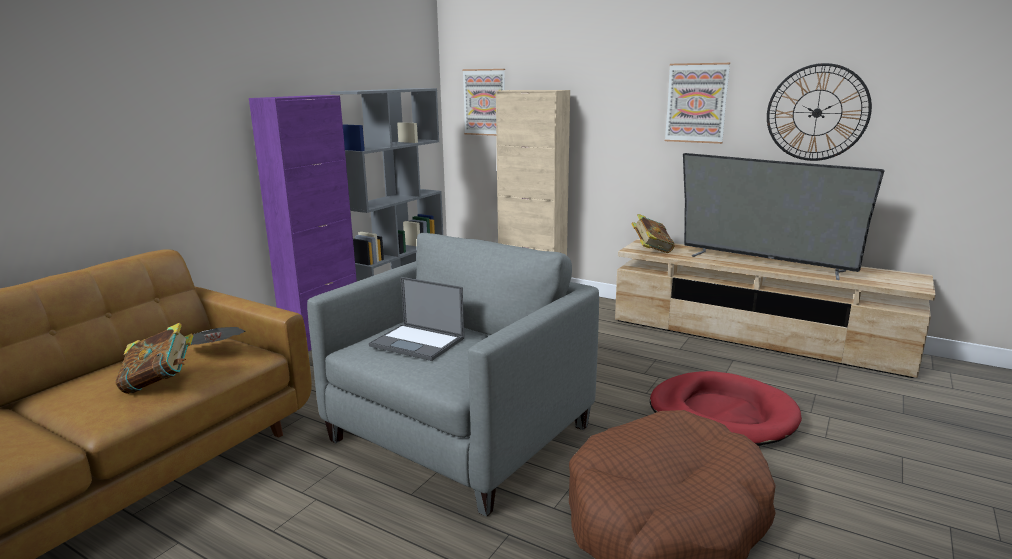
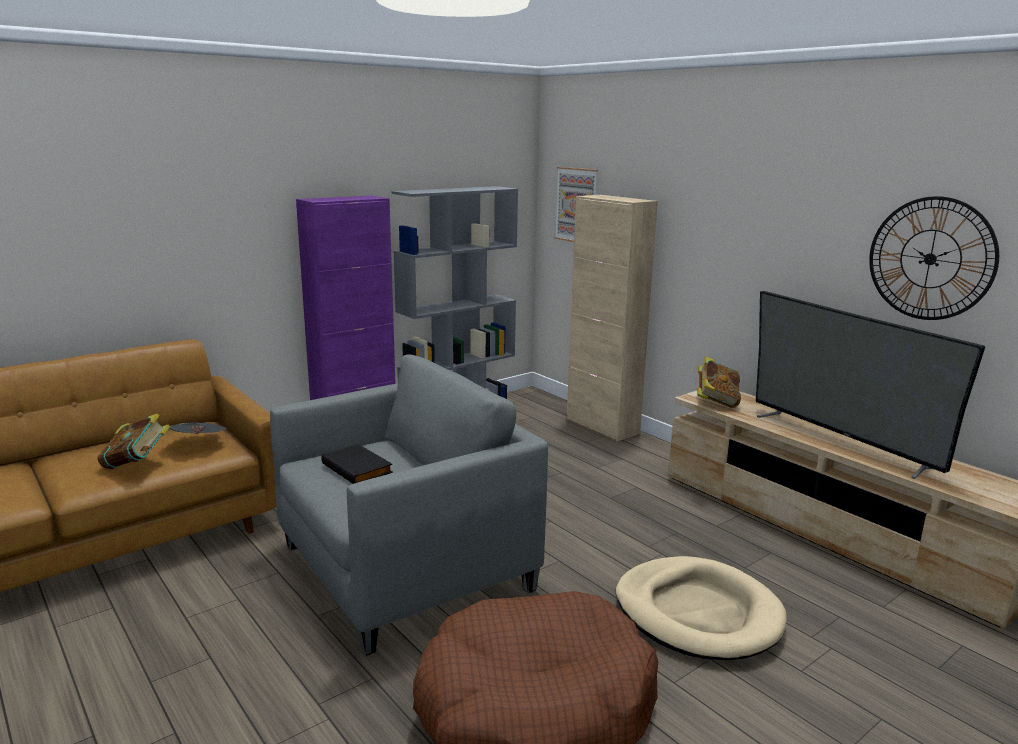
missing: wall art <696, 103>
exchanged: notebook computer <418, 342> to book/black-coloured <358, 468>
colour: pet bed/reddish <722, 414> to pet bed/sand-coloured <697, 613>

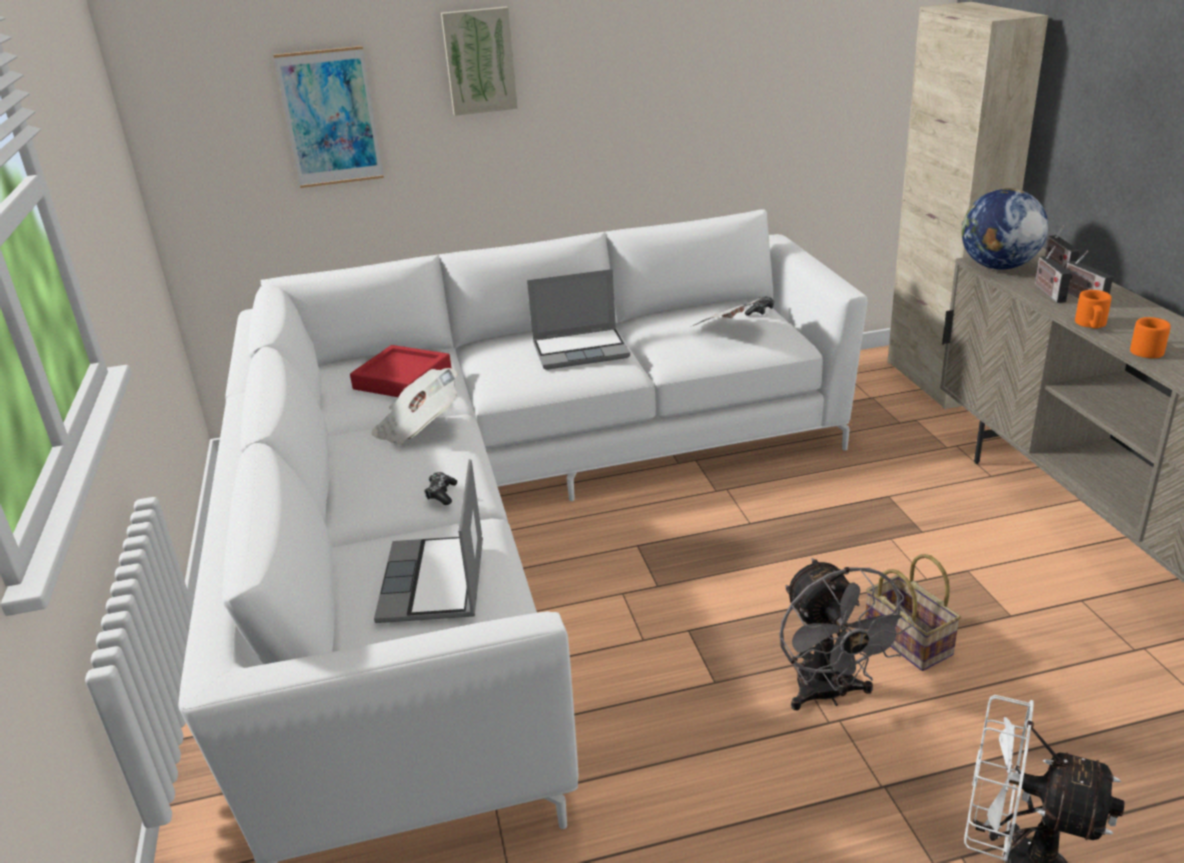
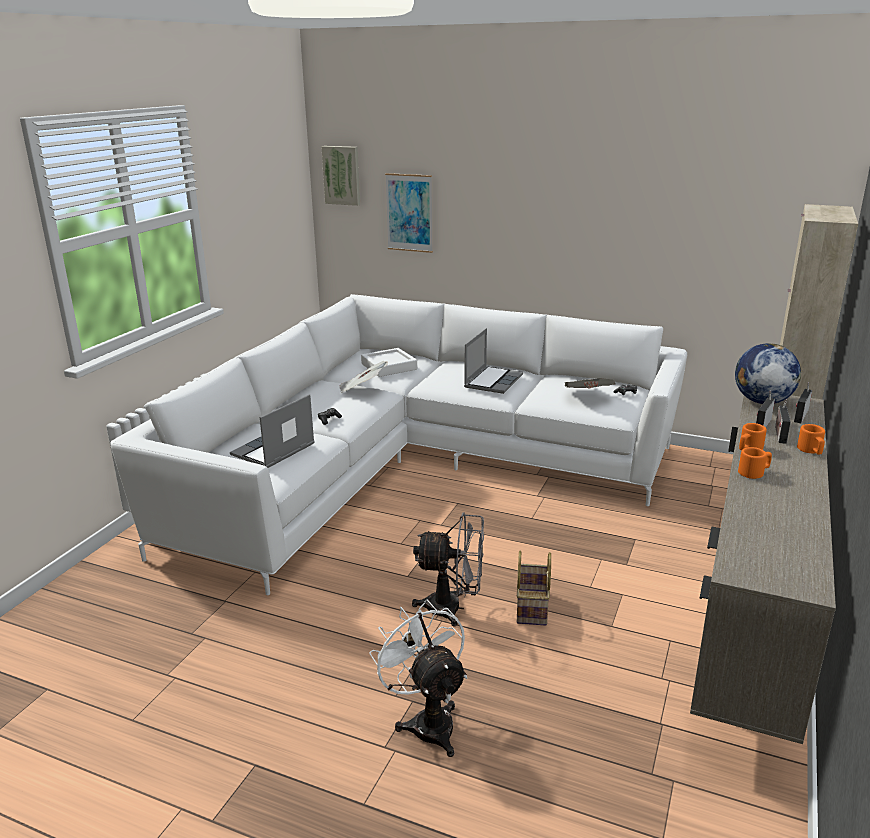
appeared: mug/orange <811, 451>
relocated: wall art <479, 61> to <342, 175>
colour: carrying tray/reddish <402, 379> to carrying tray/whitish <389, 366>
spun: notebook computer <581, 350> = <493, 381> 90 degrees counterclockwise; electric fan/greyish <829, 694> = <453, 608> 105 degrees counterclockwise

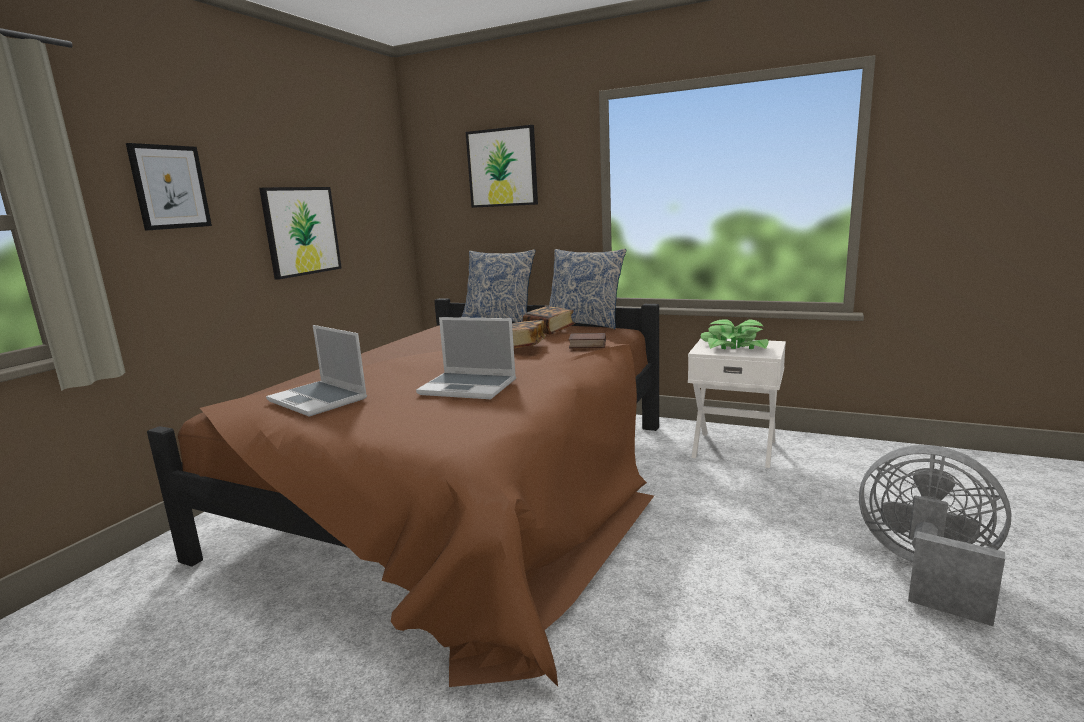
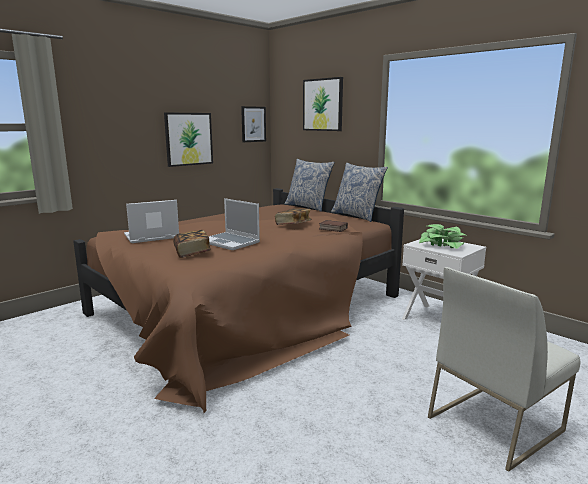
relocated: wall art <170, 187> to <253, 124>; book <549, 330> to <192, 253>
exchanged: electric fan/greyish <927, 572> to chair/whitish <494, 423>
spun: notebook computer <319, 400> = <151, 237> 90 degrees clockwise

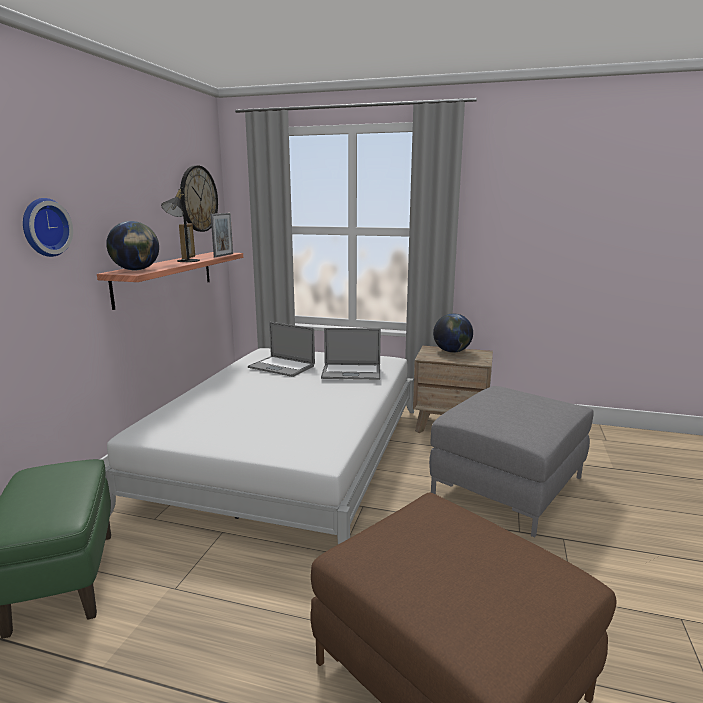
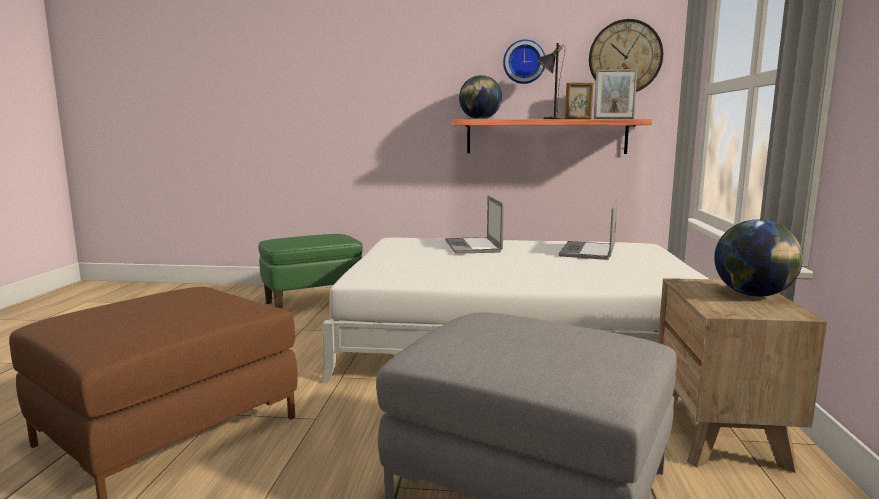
relocated: hanging clock <44, 227> to <524, 62>; notebook computer <351, 372> to <472, 246>

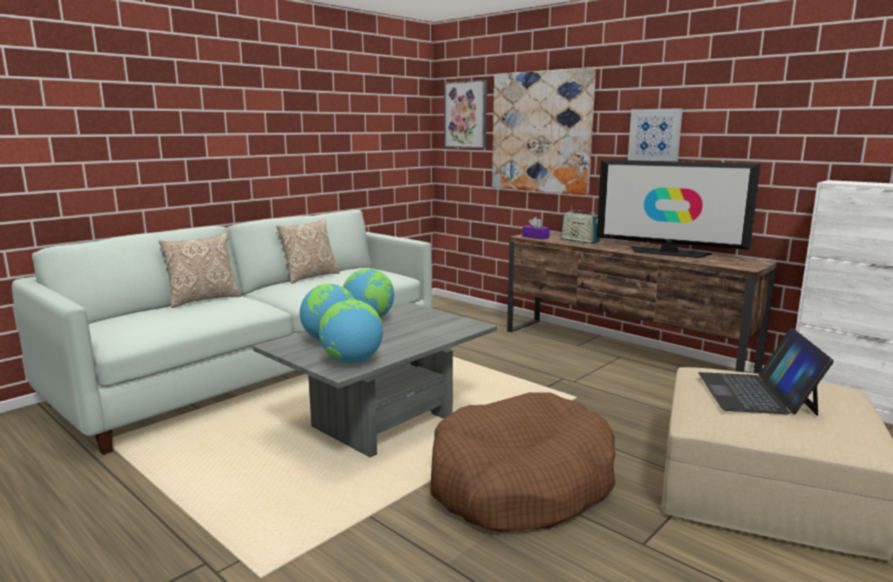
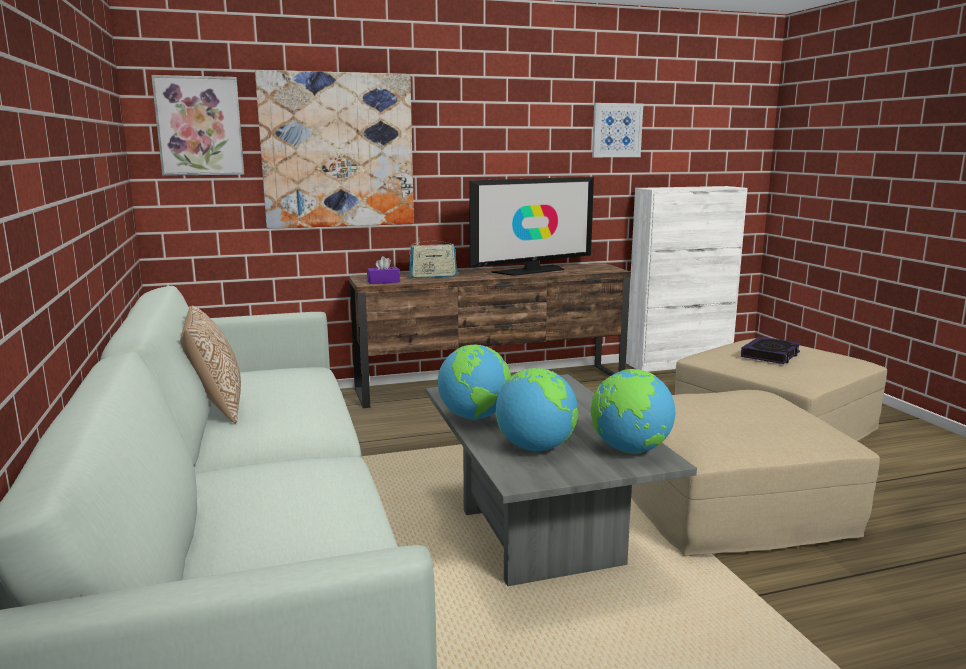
missing: cushion <203, 300>
relocated: wall art <655, 135> to <616, 130>
exchanged: pet bed/brown-coloured <520, 483> to footrest/sand-coloured <726, 503>; notebook computer <756, 393> to book <770, 355>

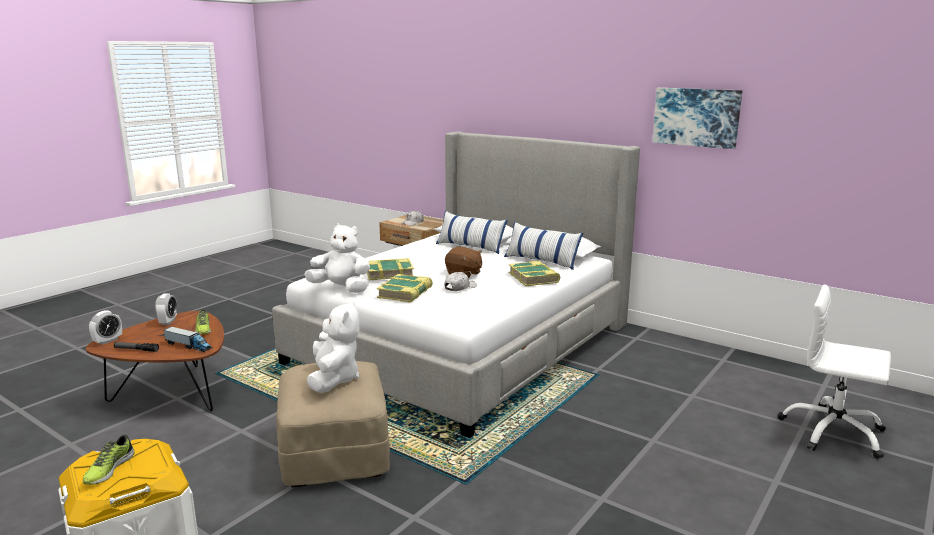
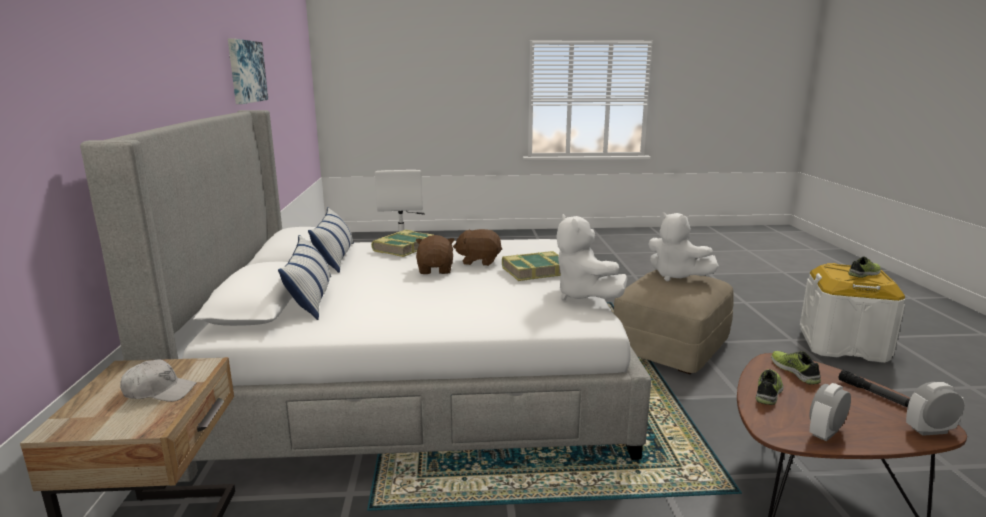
missing: book <389, 273>
exchanged: toy truck <188, 346> to shoe <795, 371>; baseball cap/whitish <460, 287> to soft toy/brown-coloured <479, 261>
spun: soft toy/whitish <334, 379> = <676, 276> 90 degrees counterclockwise

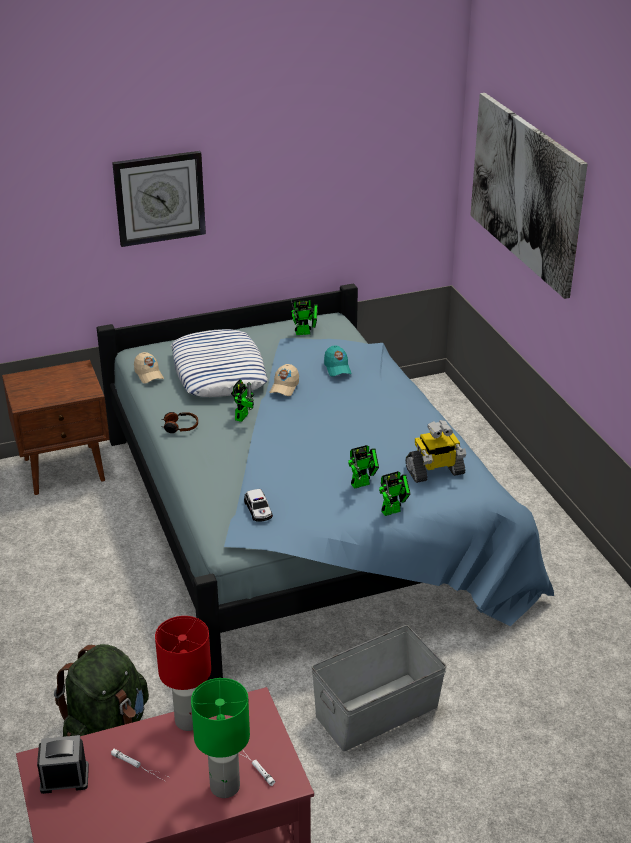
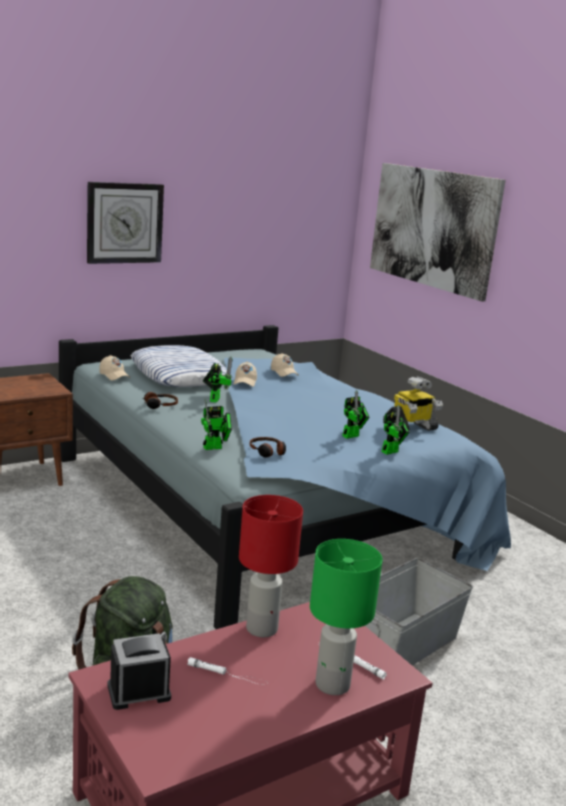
relocated: model robot <305, 332> to <215, 447>
exchanged: toy car <258, 510> to headset <267, 452>
colour: baseball cap/turquoise <337, 368> to baseball cap/sand-coloured <284, 373>

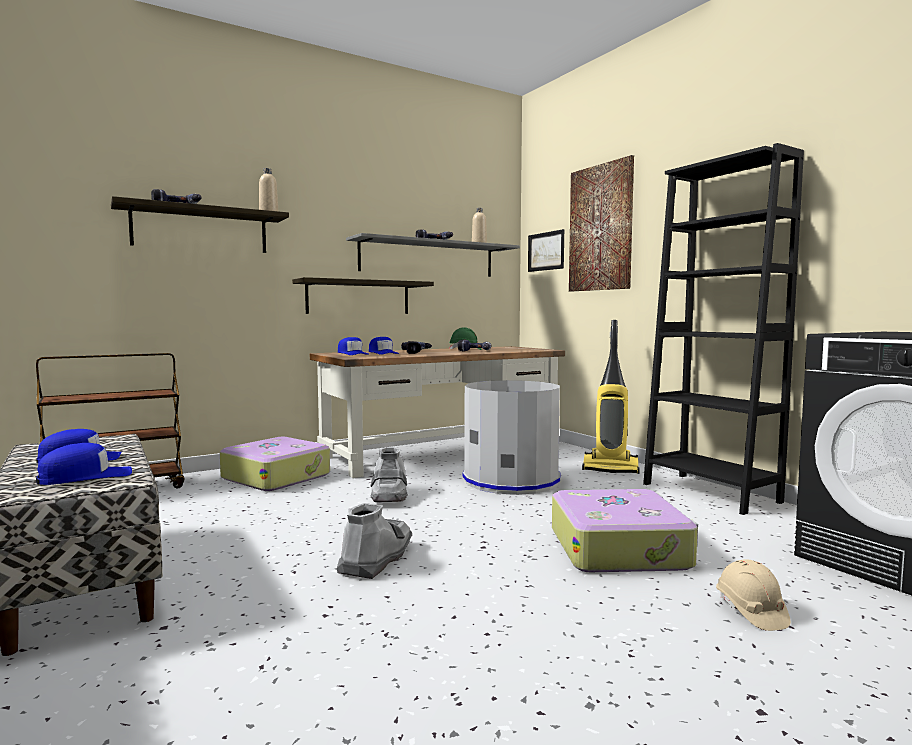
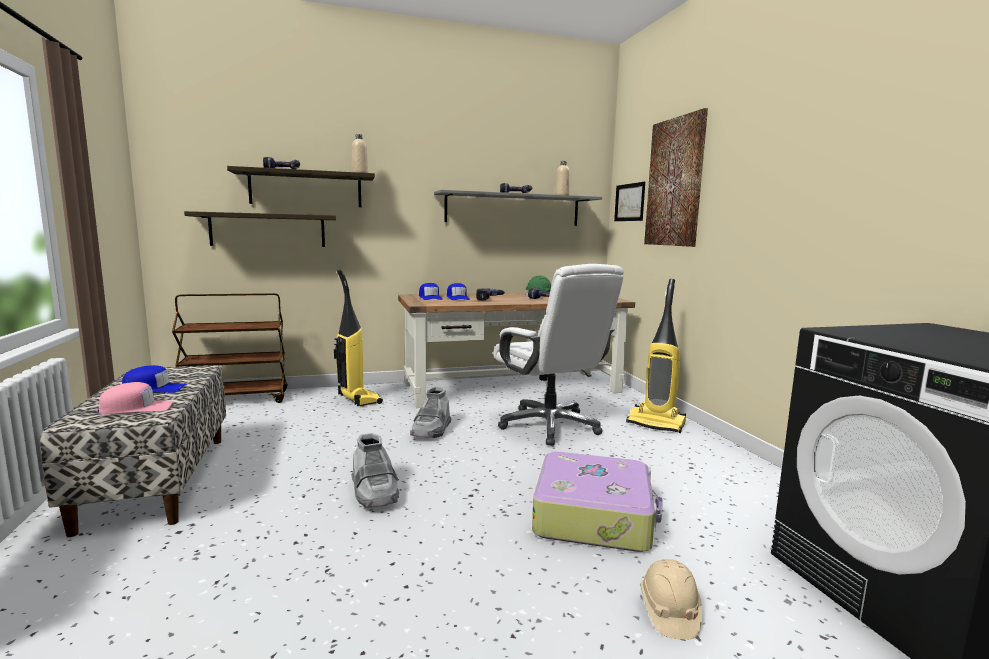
missing: bookcase/black-coloured <710, 493>
relocated: wall shelf <358, 297> to <268, 230>
exchanged: piece of luggage <276, 476> to vacuum cleaner <358, 399>; waste bin/greyish <511, 480> to office chair/whitish <550, 426>
colour: baseball cap/blue-coloured <86, 477> to baseball cap/pink <137, 408>
spun: boot/greyish <376, 558> = <374, 493> 120 degrees clockwise

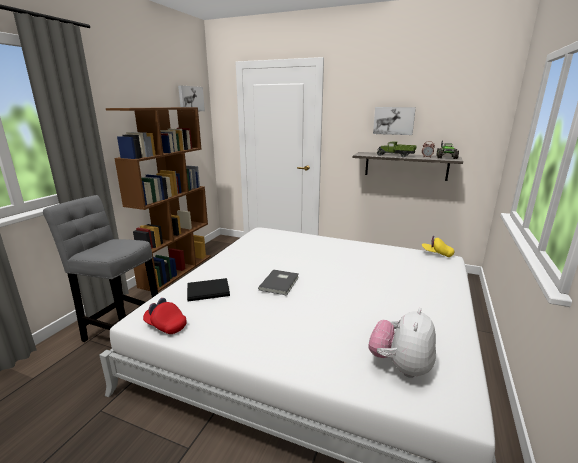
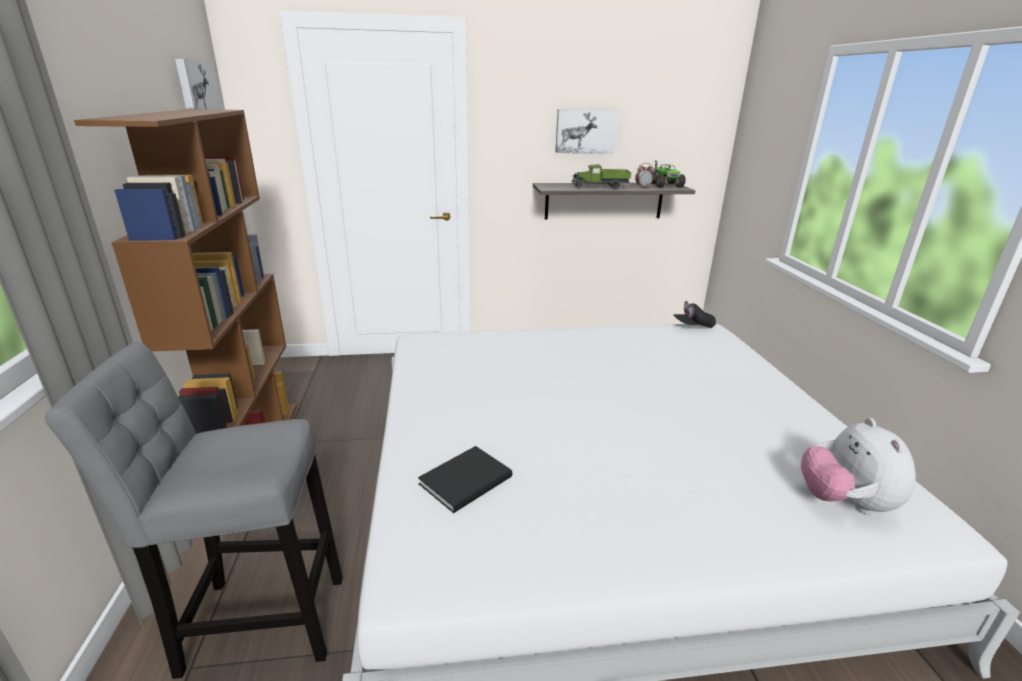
missing: baseball cap/reddish <165, 325>; book/greyish <280, 283>
colour: baseball cap/yellow <436, 254> to baseball cap/black-coloured <693, 326>

